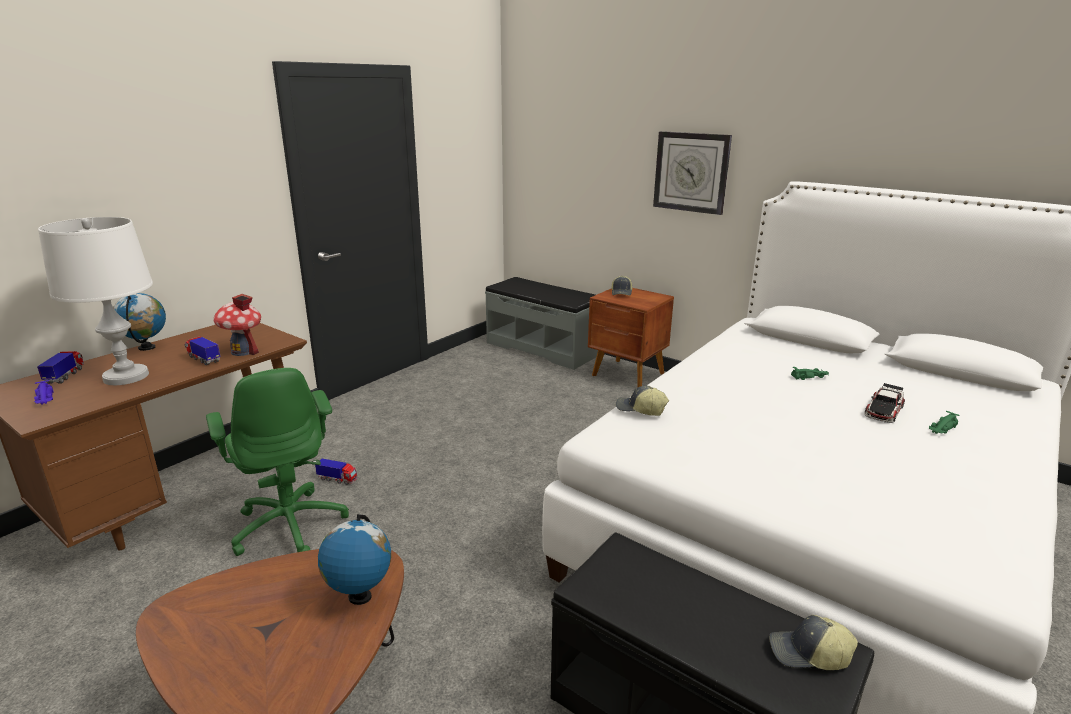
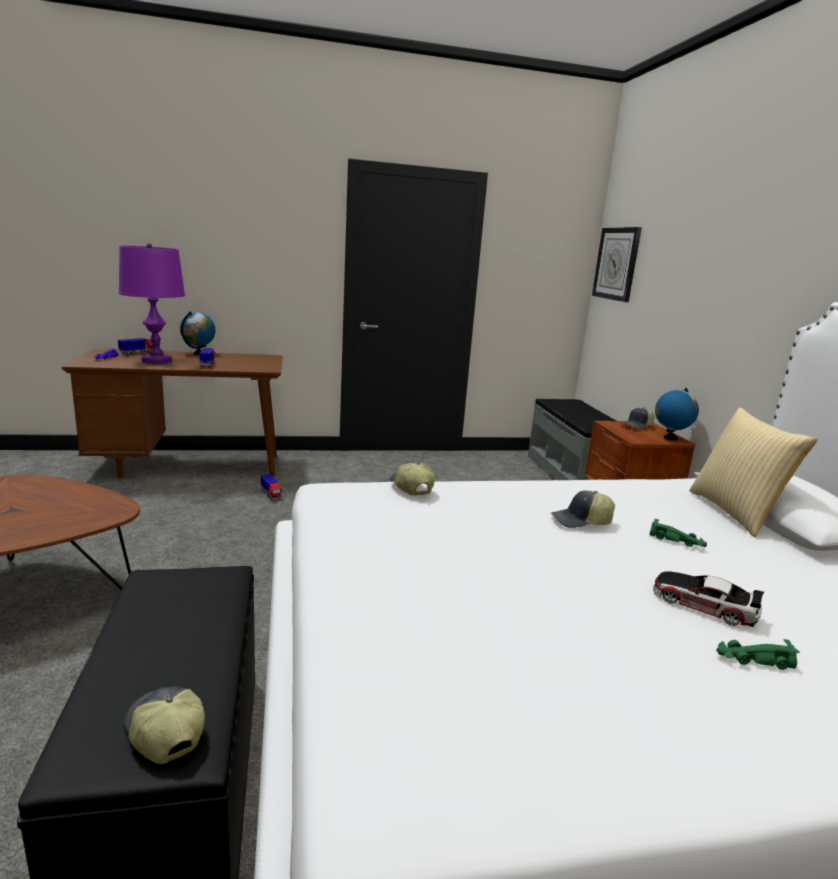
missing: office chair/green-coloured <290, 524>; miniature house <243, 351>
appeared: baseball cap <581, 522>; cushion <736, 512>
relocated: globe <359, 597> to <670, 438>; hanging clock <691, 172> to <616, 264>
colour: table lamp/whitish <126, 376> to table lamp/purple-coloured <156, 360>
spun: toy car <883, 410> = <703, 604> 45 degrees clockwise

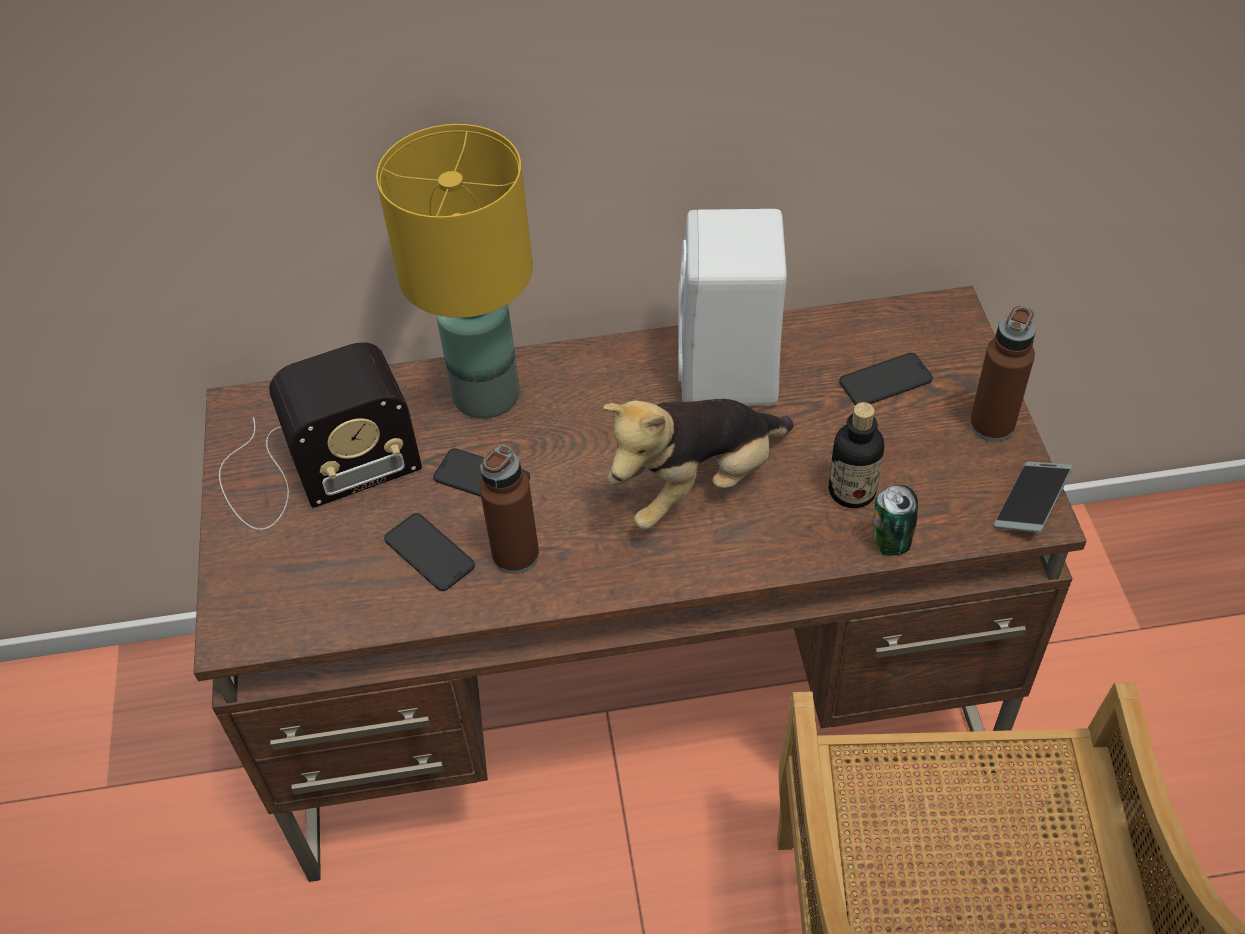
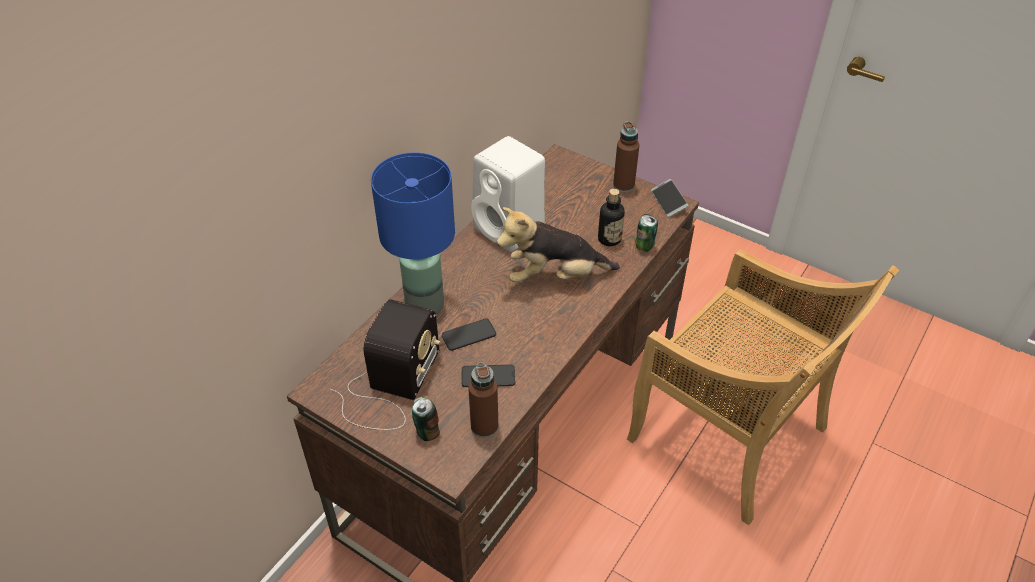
missing: handset <885, 381>
appeared: metal can <426, 432>
relocated: beverage bottle/brown-coloured <515, 555> to <484, 427>
colour: table lamp/yellow <488, 394> to table lamp/blue-coloured <425, 304>
spun: soft toy <697, 485> = <554, 276> 75 degrees clockwise

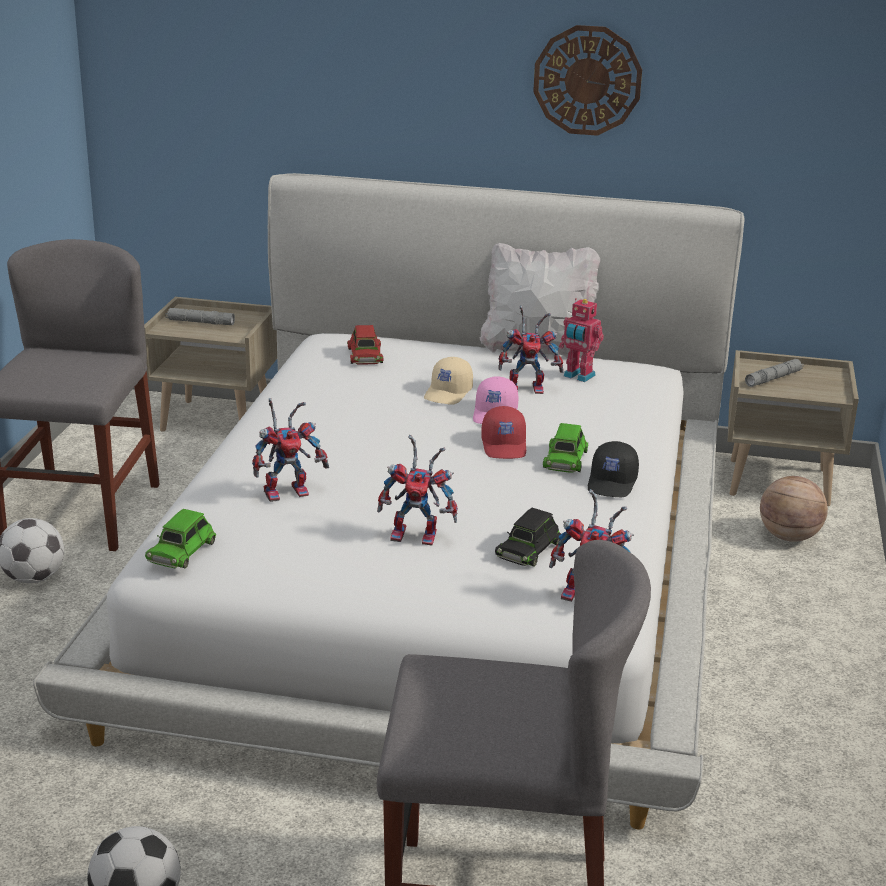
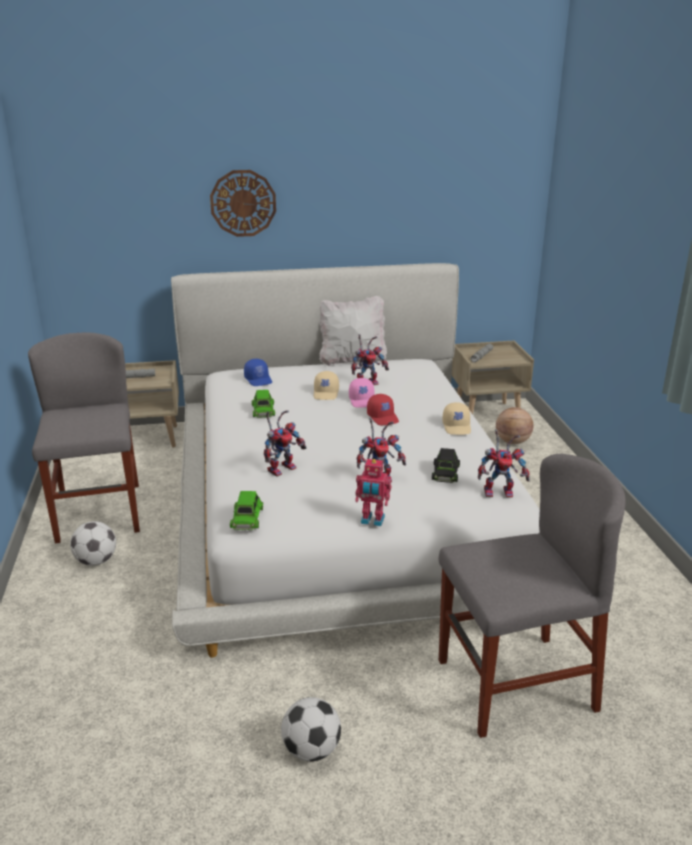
relocated: hanging clock <587, 80> to <243, 203>; toy car/green-coloured <565, 459> to <263, 410>; model robot <578, 376> to <372, 521>
exchanged: toy car/reddish <365, 355> to baseball cap/blue-coloured <259, 380>
colour: baseball cap/black-coloured <612, 483> to baseball cap/sand-coloured <457, 427>

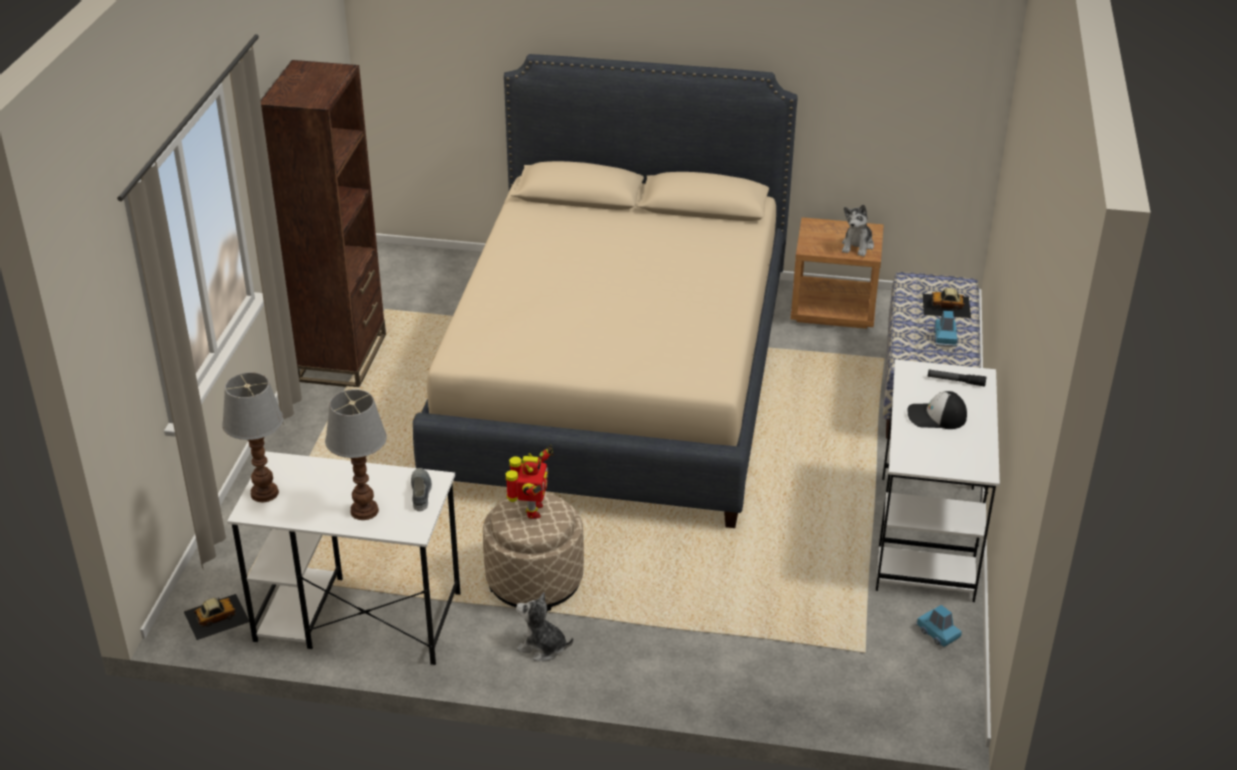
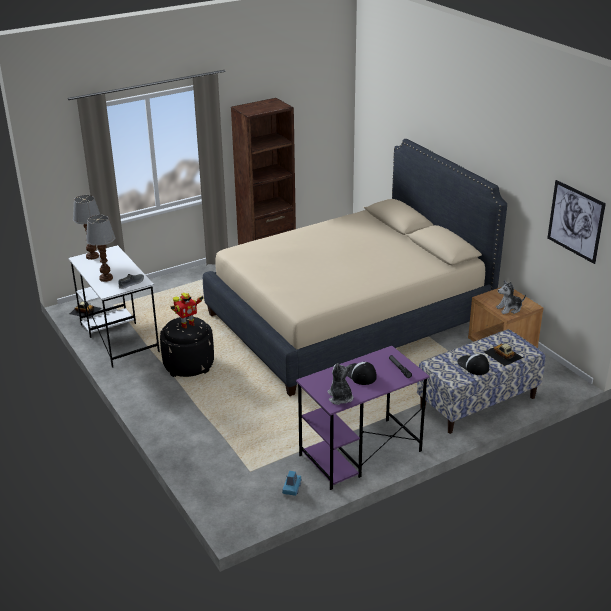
appeared: wall art <575, 221>
relocated: soft toy <542, 647> to <340, 398>
exchanged: toy car/blue-coloured <945, 338> to baseball cap <473, 366>
colour: footrest/sand-coloured <534, 581> to footrest/black-coloured <189, 365>; desk unit/whitish <926, 537> to desk unit/purple-coloured <359, 453>

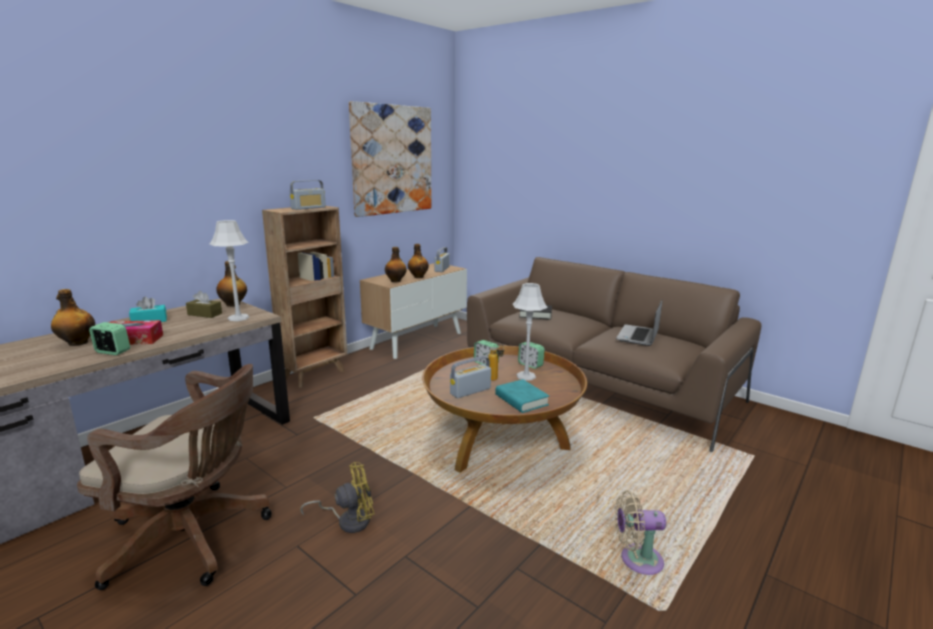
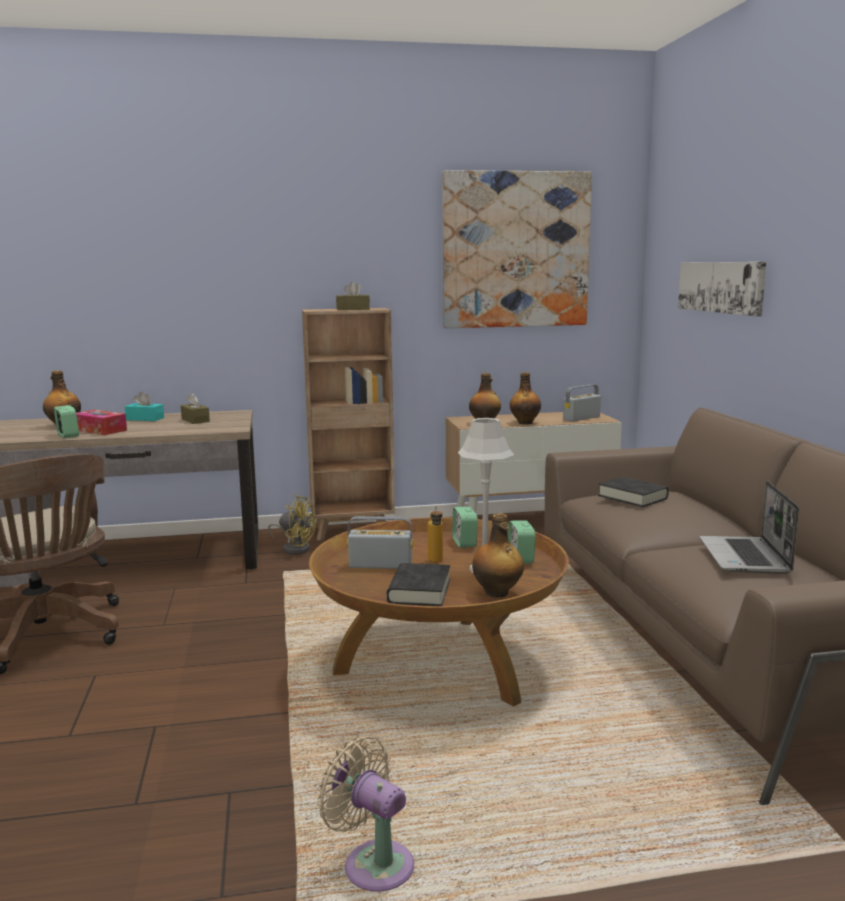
missing: table lamp/greyish <238, 318>
appeared: wall art <721, 287>
relocated: beverage bottle <233, 305> to <497, 593>; electric fan/yellow <348, 520> to <295, 548>
exchanged: radio <308, 208> to tissue holder/brown-coloured <353, 309>
colour: book/turquoise <521, 400> to book/black-coloured <419, 591>
spun: notebook computer <638, 336> = <745, 557> 60 degrees counterclockwise

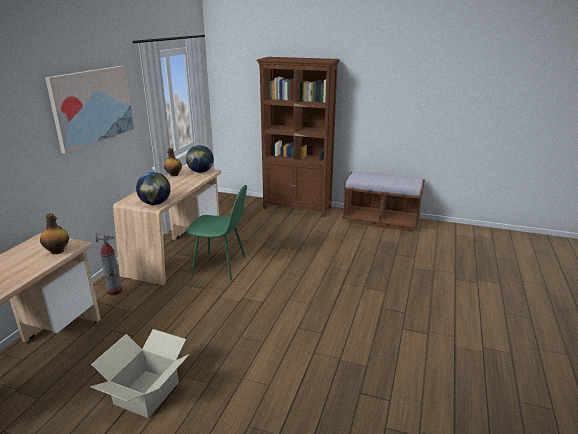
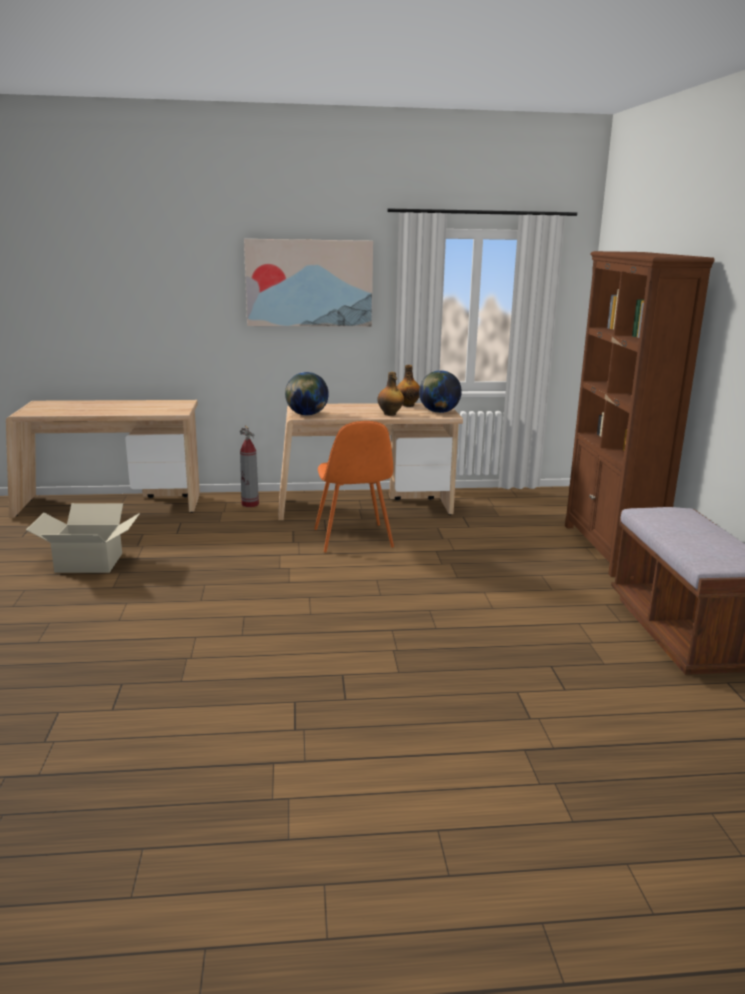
relocated: beverage bottle <58, 251> to <390, 414>
colour: chair/green-coloured <221, 266> to chair/orange <353, 539>

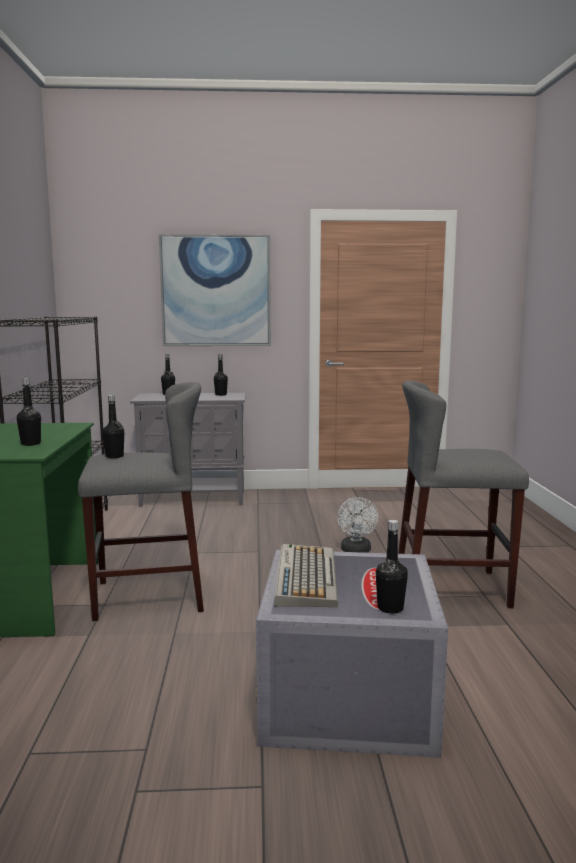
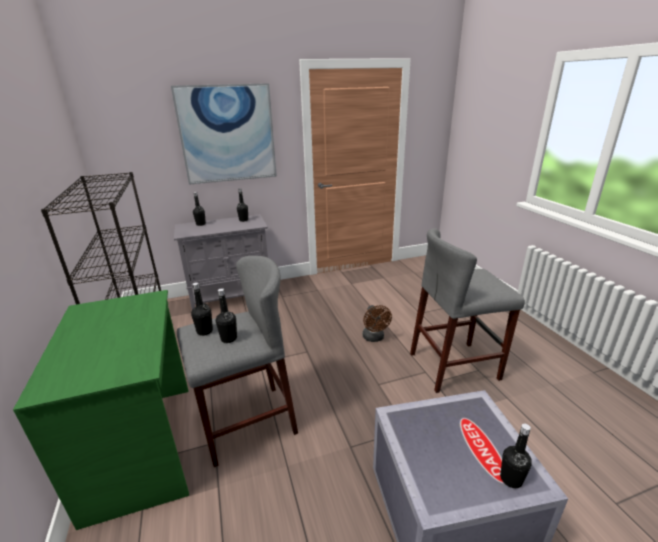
missing: PC keyboard <305, 576>
relocated: beverage bottle/black-coloured <31, 444> to <229, 338>
colour: electric fan/whitish <356, 551> to electric fan/brown-coloured <374, 338>

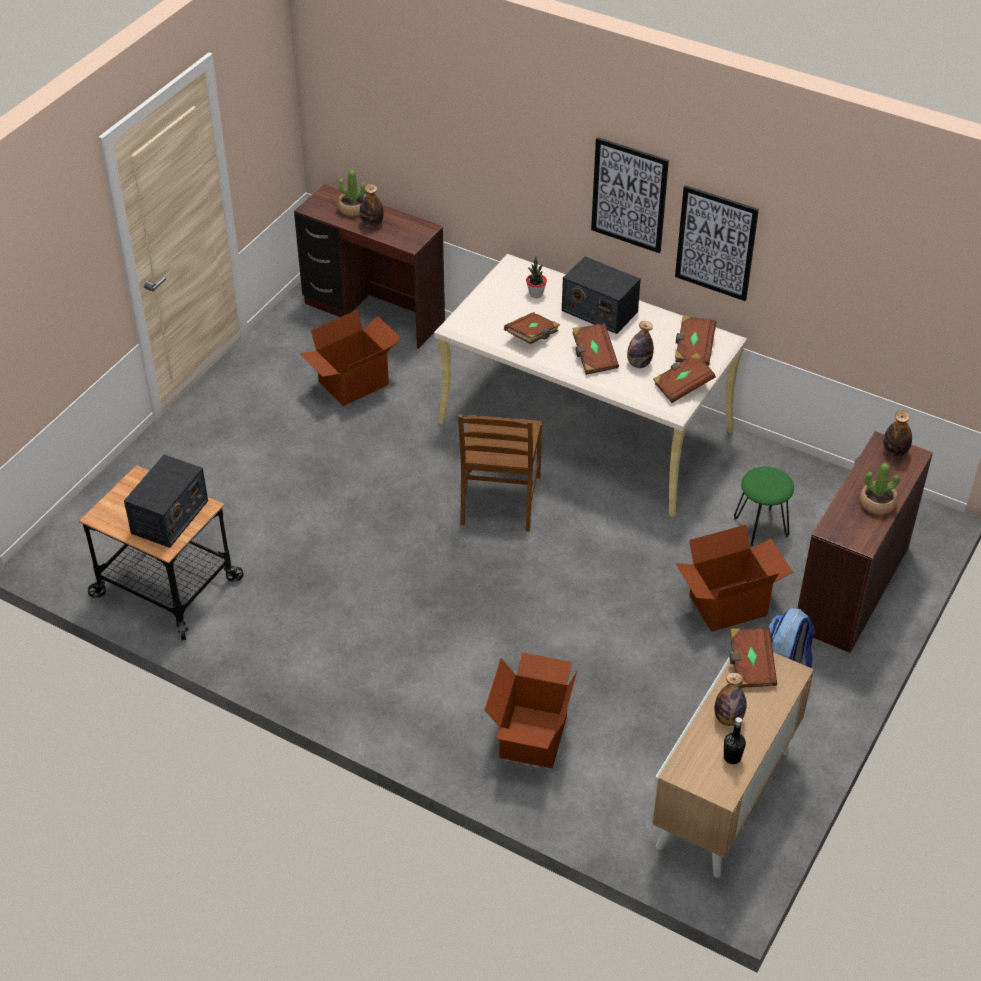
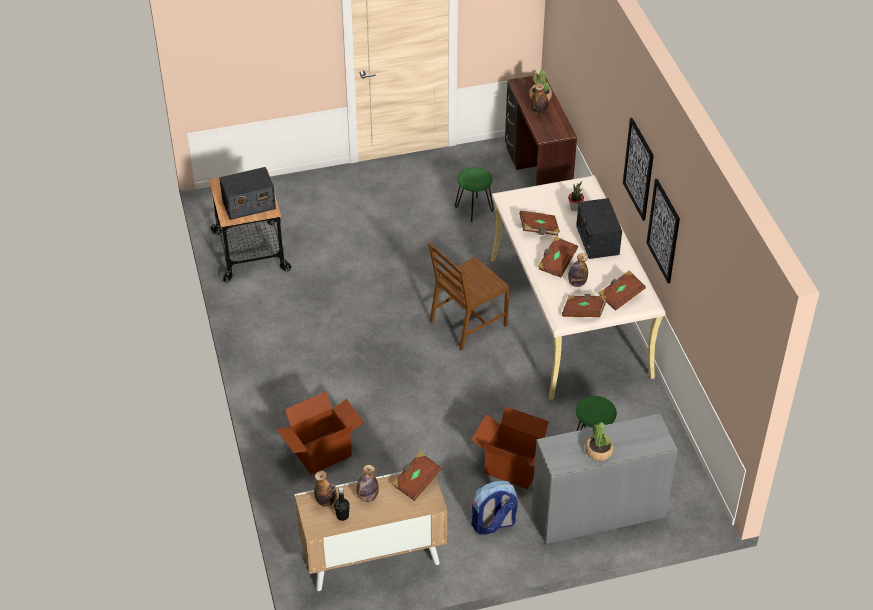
relocated: beverage bottle <895, 452> to <326, 501>
exchanged: cardboard box <354, 384> to stool/green-coloured <474, 209>
colour: desk unit/brown-coloured <850, 587> to desk unit/greyish <597, 511>

